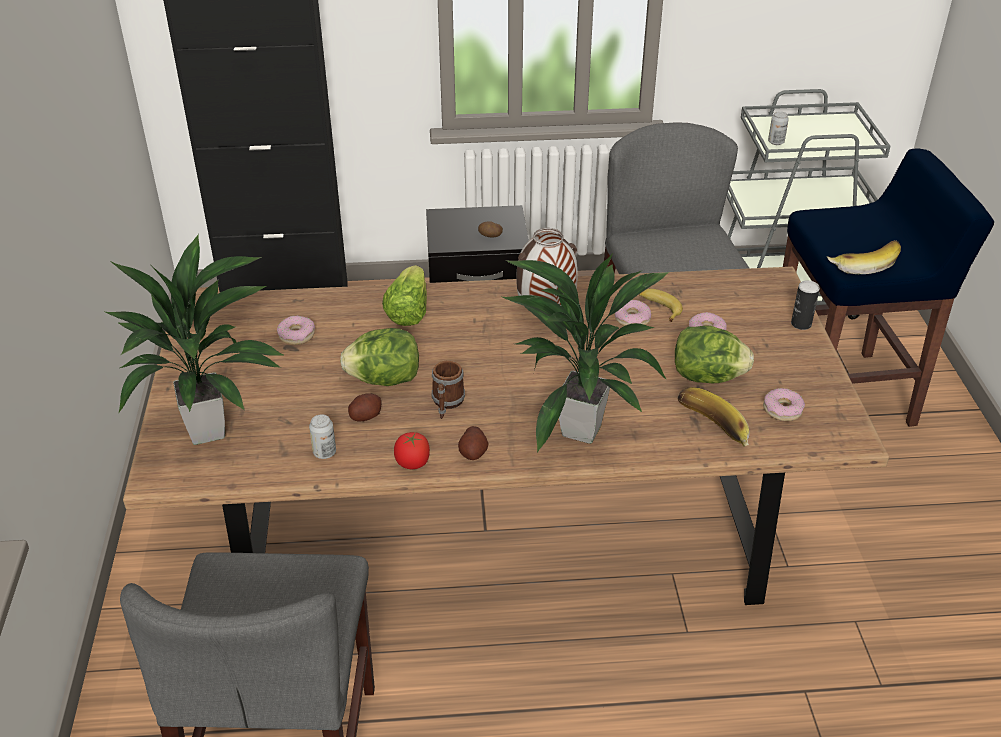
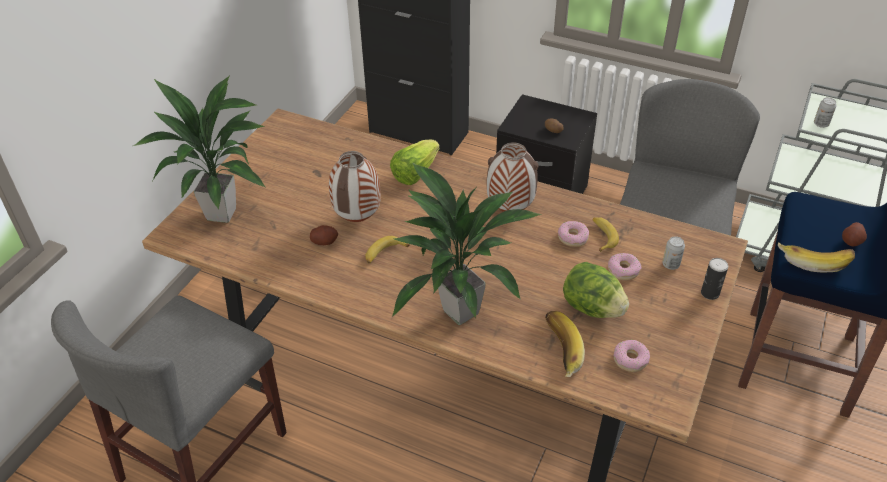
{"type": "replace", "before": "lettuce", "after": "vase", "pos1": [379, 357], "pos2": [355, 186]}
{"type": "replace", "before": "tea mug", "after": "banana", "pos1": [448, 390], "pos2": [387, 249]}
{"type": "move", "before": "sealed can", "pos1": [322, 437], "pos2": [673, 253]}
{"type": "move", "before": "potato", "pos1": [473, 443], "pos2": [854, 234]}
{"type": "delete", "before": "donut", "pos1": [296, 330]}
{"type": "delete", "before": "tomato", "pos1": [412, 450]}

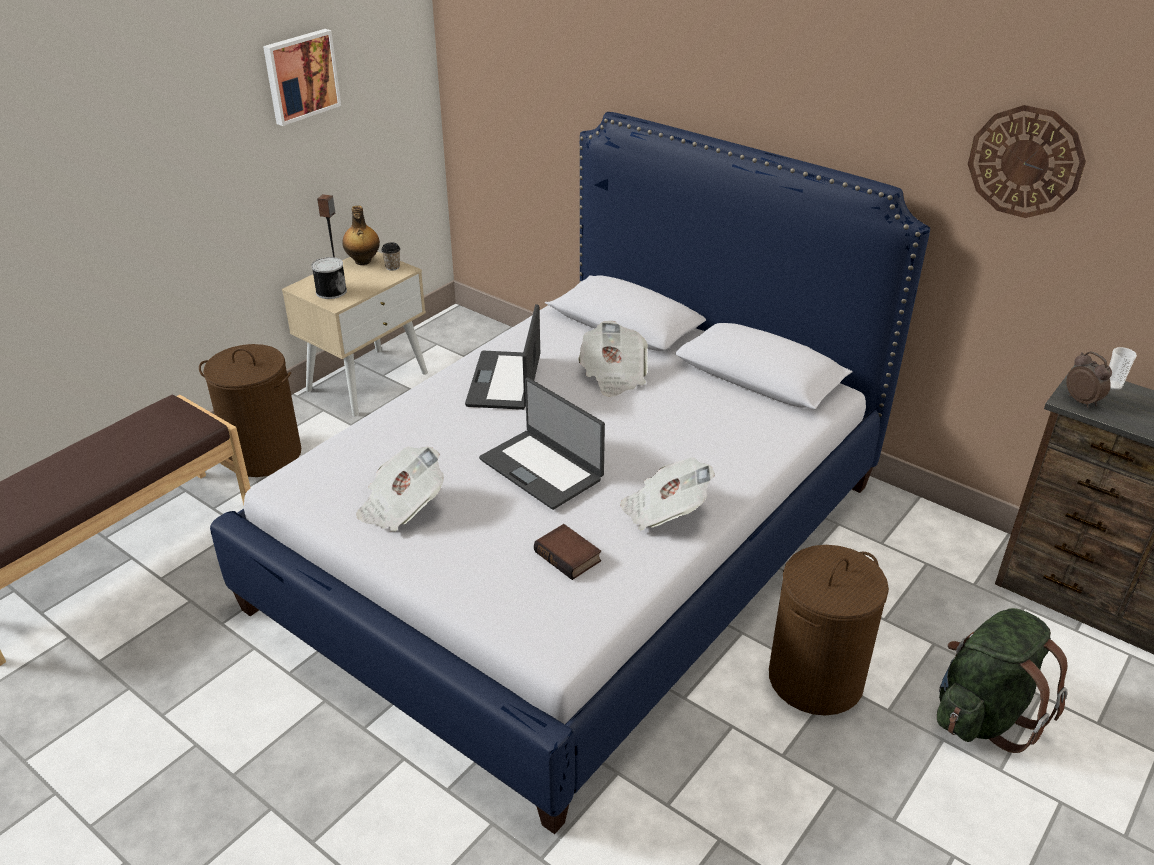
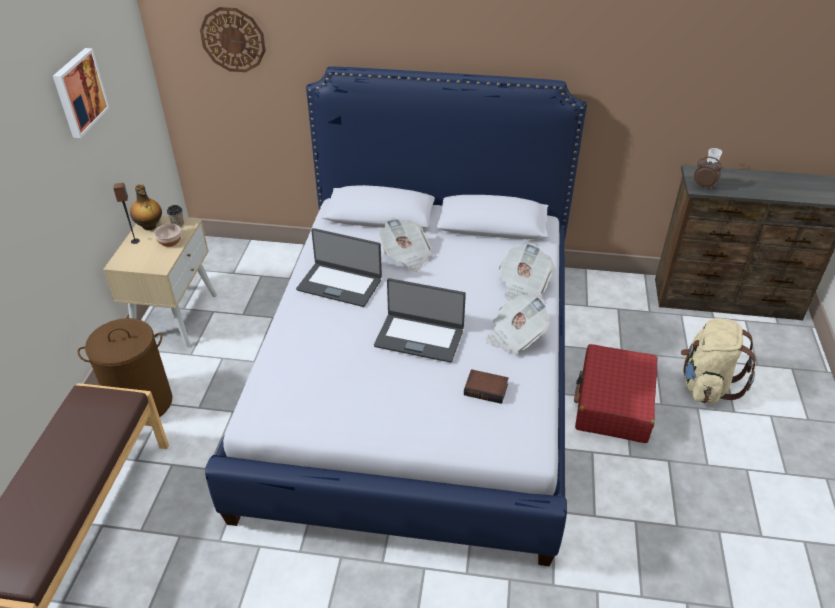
{"type": "insert", "after": "bowl", "pos2": [167, 235]}
{"type": "move", "before": "clock on the wall", "pos1": [1027, 161], "pos2": [233, 39]}
{"type": "rotate", "before": "notebook computer", "pos1": [502, 357], "pos2": [339, 267], "turn": -45}
{"type": "move", "before": "daily paper", "pos1": [400, 489], "pos2": [526, 272]}
{"type": "replace", "before": "laundry basket/brownish", "after": "travel case/red-coloured", "pos1": [829, 630], "pos2": [616, 393]}
{"type": "recolor", "before": "knapsack/greenish", "after": "knapsack/beige", "pos1": [1002, 680], "pos2": [718, 361]}
{"type": "delete", "before": "sealed can", "pos1": [329, 278]}

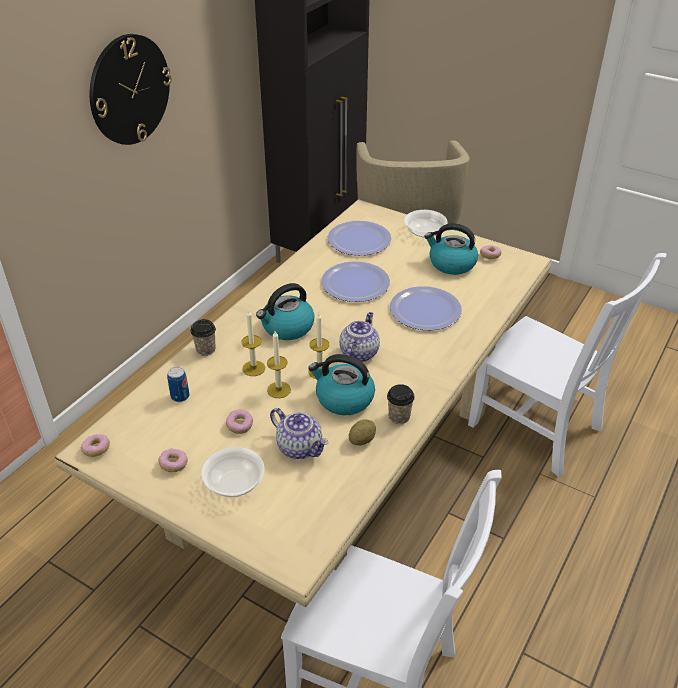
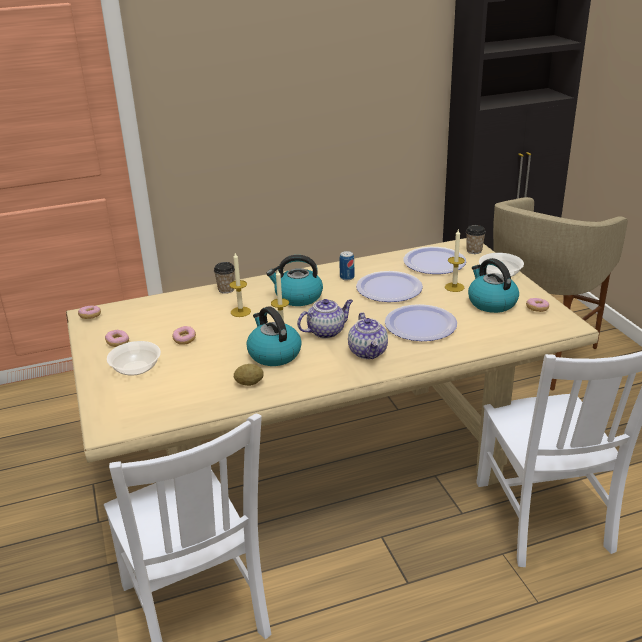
{"type": "move", "before": "sealed can", "pos1": [178, 384], "pos2": [346, 265]}
{"type": "move", "before": "teapot", "pos1": [299, 433], "pos2": [368, 335]}
{"type": "move", "before": "wax candle", "pos1": [279, 364], "pos2": [455, 261]}
{"type": "move", "before": "small cup", "pos1": [401, 404], "pos2": [476, 239]}
{"type": "delete", "before": "clock on the wall", "pos1": [131, 89]}

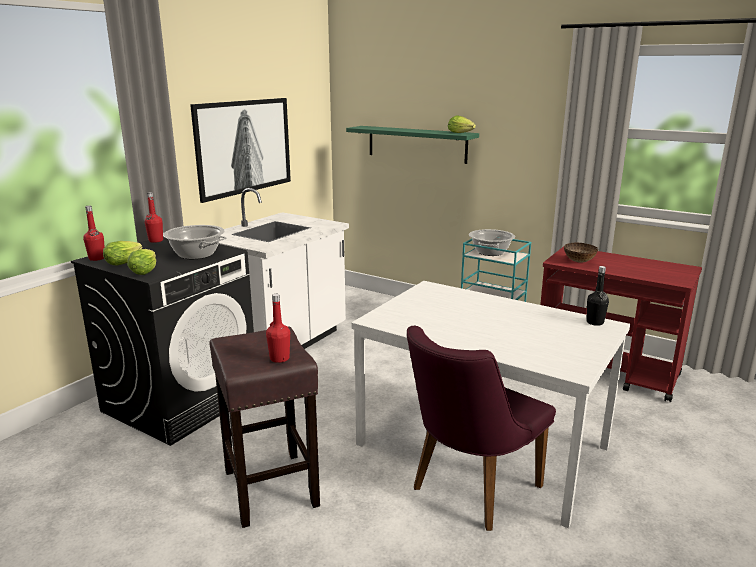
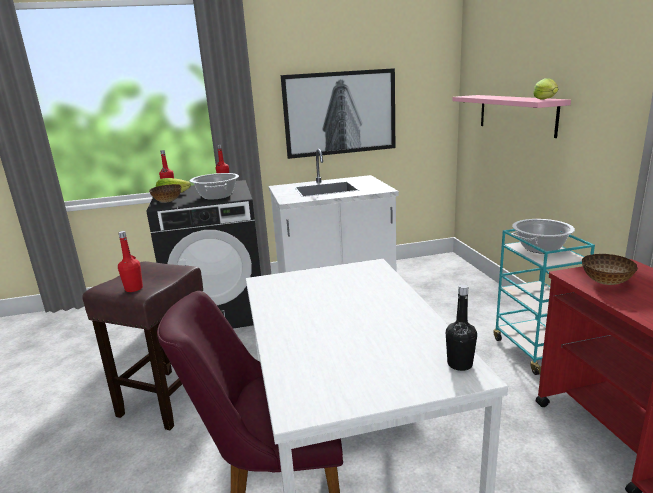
{"type": "replace", "before": "lettuce", "after": "bowl", "pos1": [141, 262], "pos2": [165, 193]}
{"type": "recolor", "before": "bracket shelf/greenish", "after": "bracket shelf/pinkish", "pos1": [412, 145], "pos2": [511, 116]}

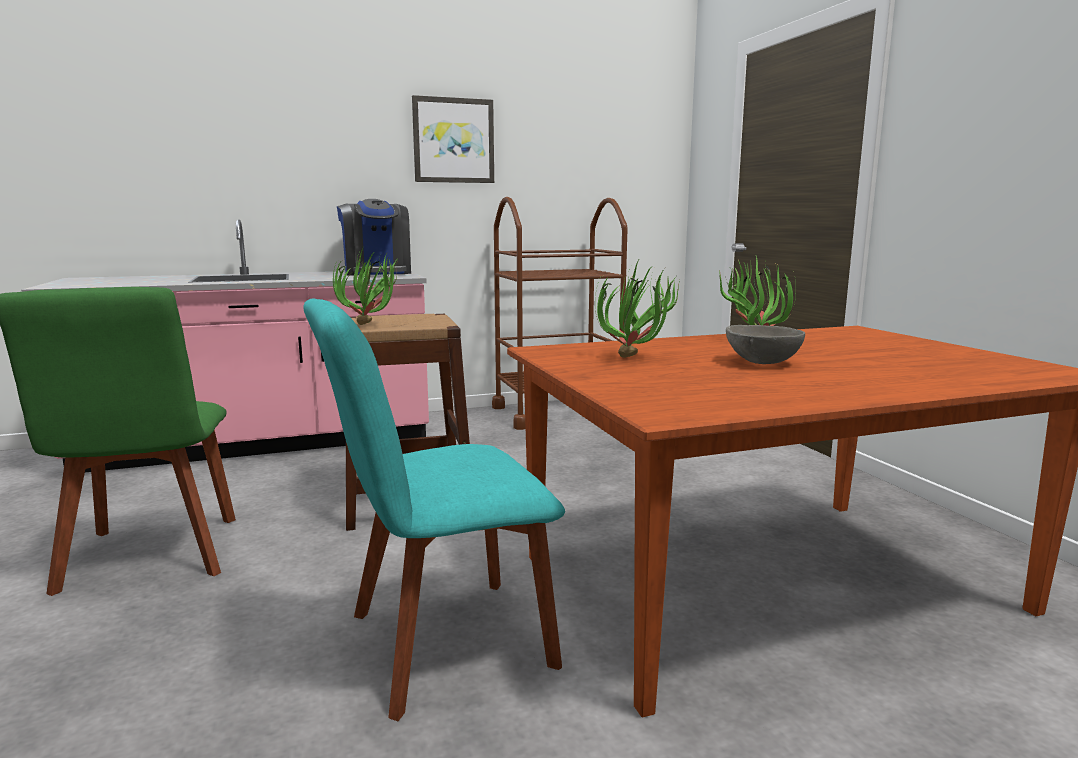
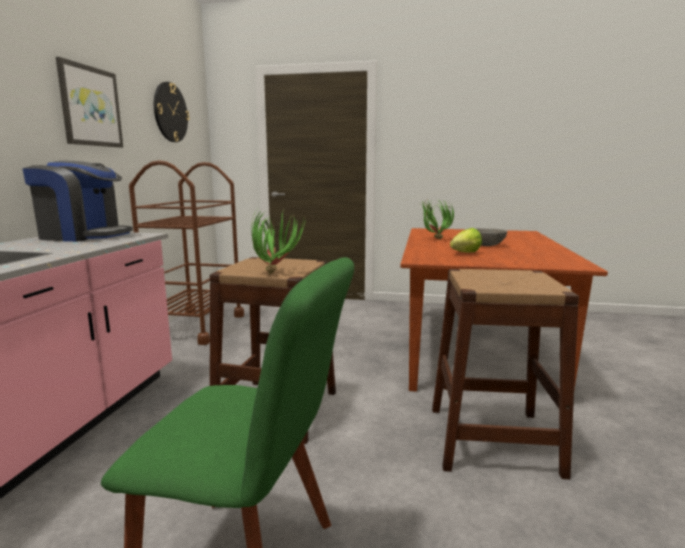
{"type": "insert", "after": "clock on the wall", "pos2": [171, 112]}
{"type": "replace", "before": "plain chair/turquoise", "after": "sitting stool/brownish", "pos1": [434, 509], "pos2": [505, 374]}
{"type": "replace", "before": "houseplant", "after": "lettuce", "pos1": [637, 309], "pos2": [466, 240]}

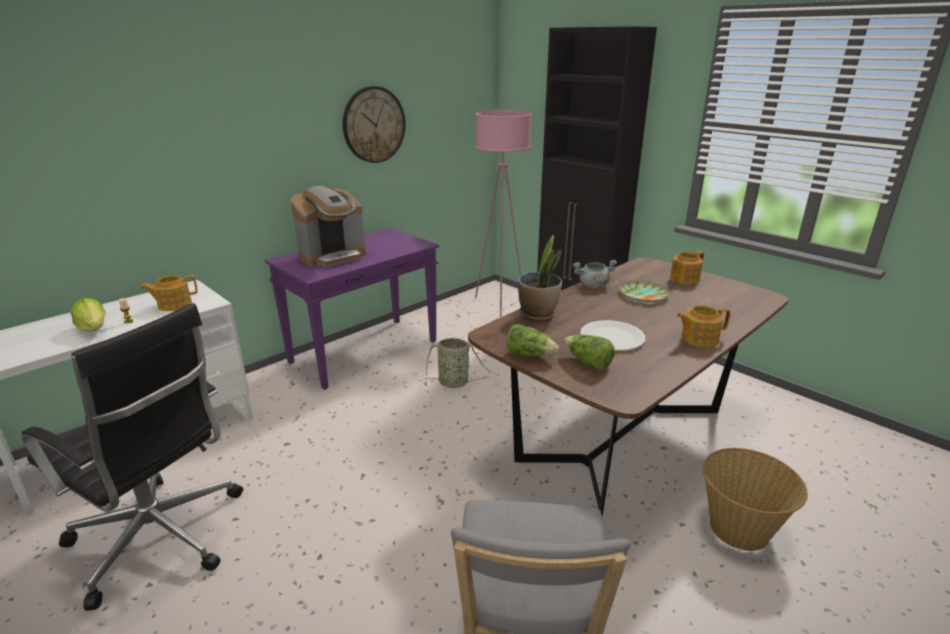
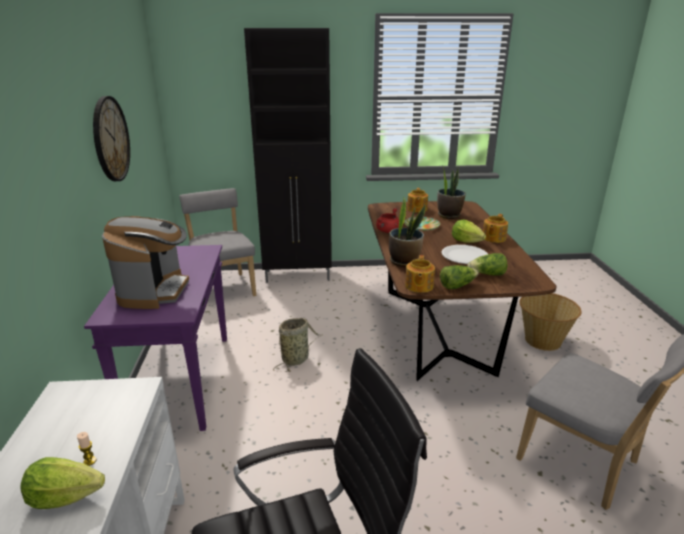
{"type": "replace", "before": "floor lamp/pinkish", "after": "plain chair/grey", "pos1": [503, 213], "pos2": [217, 247]}
{"type": "recolor", "before": "saucepot/grey", "after": "saucepot/red-coloured", "pos1": [594, 274], "pos2": [387, 220]}
{"type": "move", "before": "teapot", "pos1": [169, 293], "pos2": [420, 274]}
{"type": "insert", "after": "houseplant", "pos2": [451, 193]}
{"type": "insert", "after": "lettuce", "pos2": [469, 231]}

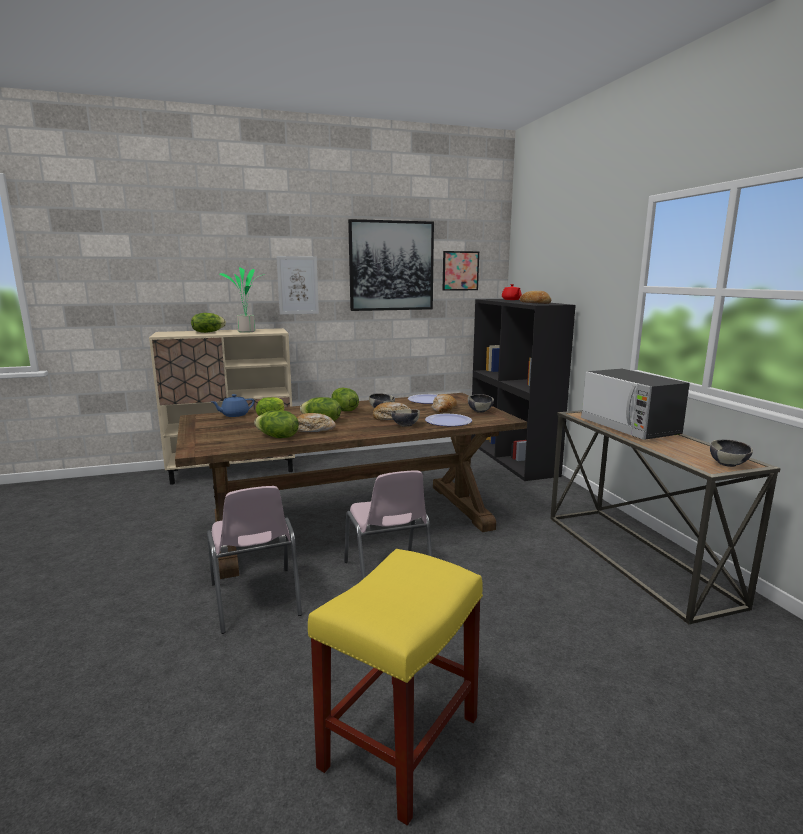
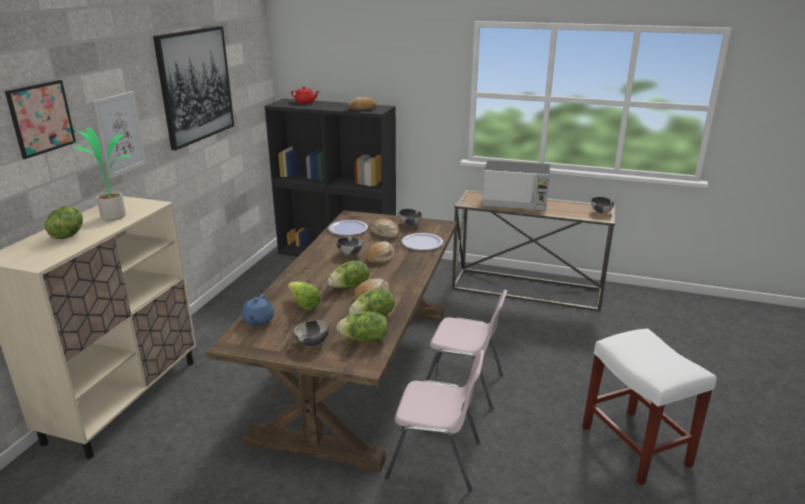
{"type": "move", "before": "wall art", "pos1": [461, 271], "pos2": [40, 119]}
{"type": "move", "before": "bowl", "pos1": [405, 418], "pos2": [311, 333]}
{"type": "move", "before": "lettuce", "pos1": [345, 399], "pos2": [362, 326]}
{"type": "recolor", "before": "sitting stool/yellow", "after": "sitting stool/whitish", "pos1": [395, 687], "pos2": [649, 406]}

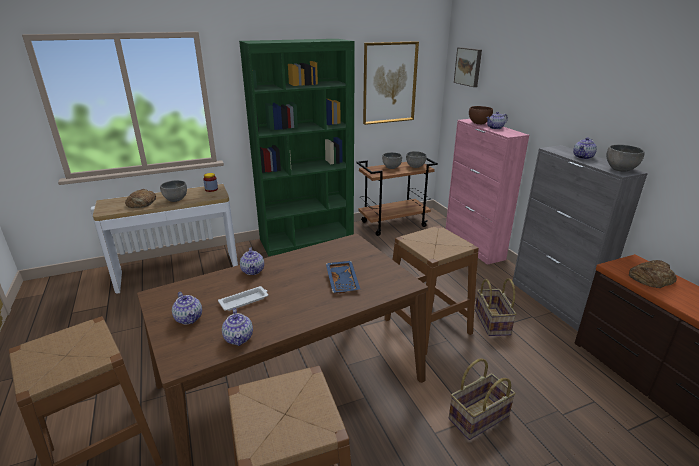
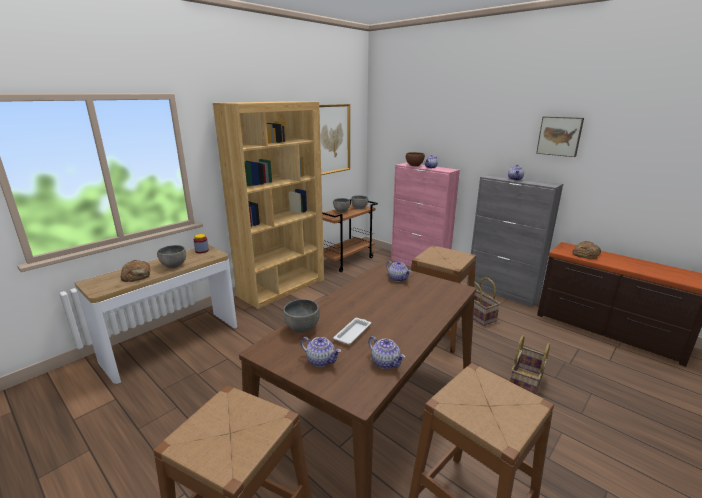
{"type": "recolor", "before": "shelving unit/greenish", "after": "shelving unit/brownish", "pos1": [297, 147], "pos2": [268, 205]}
{"type": "move", "before": "bowl/grey", "pos1": [626, 158], "pos2": [301, 316]}
{"type": "move", "before": "teapot", "pos1": [252, 261], "pos2": [398, 271]}
{"type": "move", "before": "wall art", "pos1": [468, 67], "pos2": [560, 136]}
{"type": "delete", "before": "carrying tray/bluish", "pos1": [343, 277]}

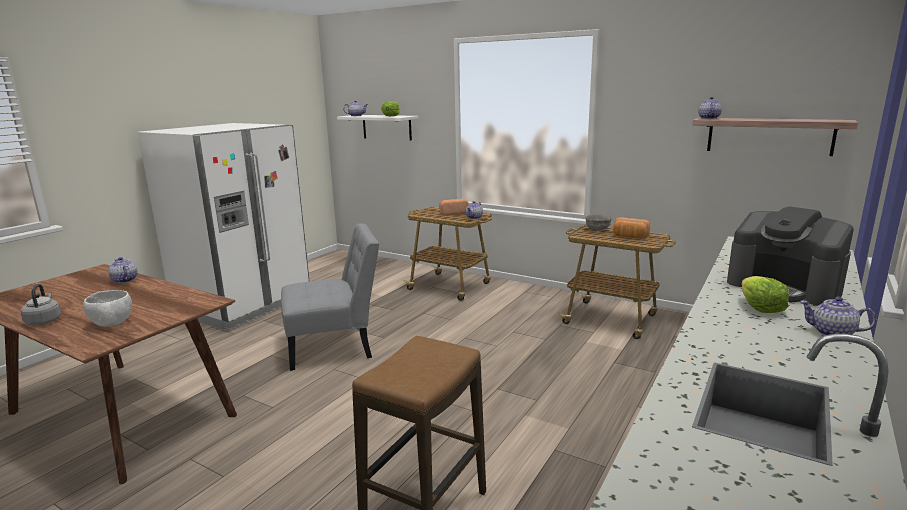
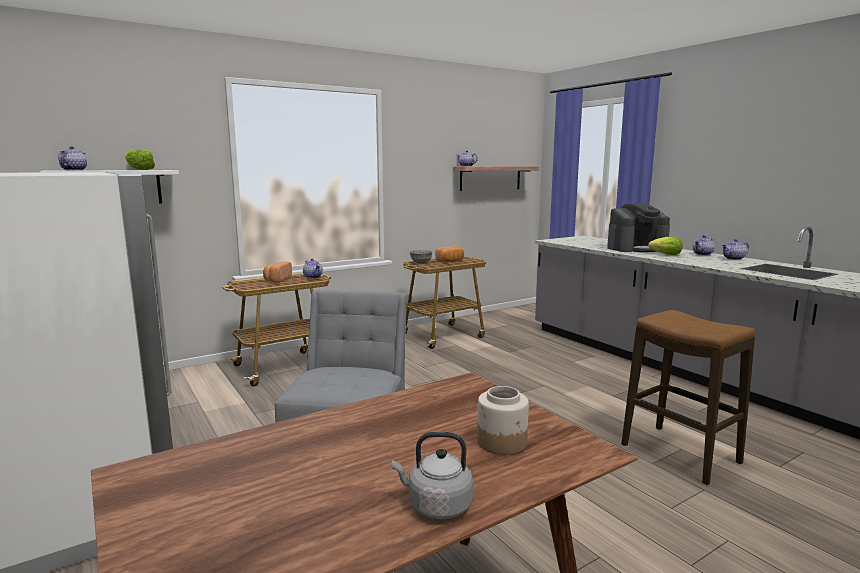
{"type": "replace", "before": "bowl/whitish", "after": "jar", "pos1": [107, 308], "pos2": [503, 420]}
{"type": "move", "before": "teapot", "pos1": [122, 270], "pos2": [735, 249]}

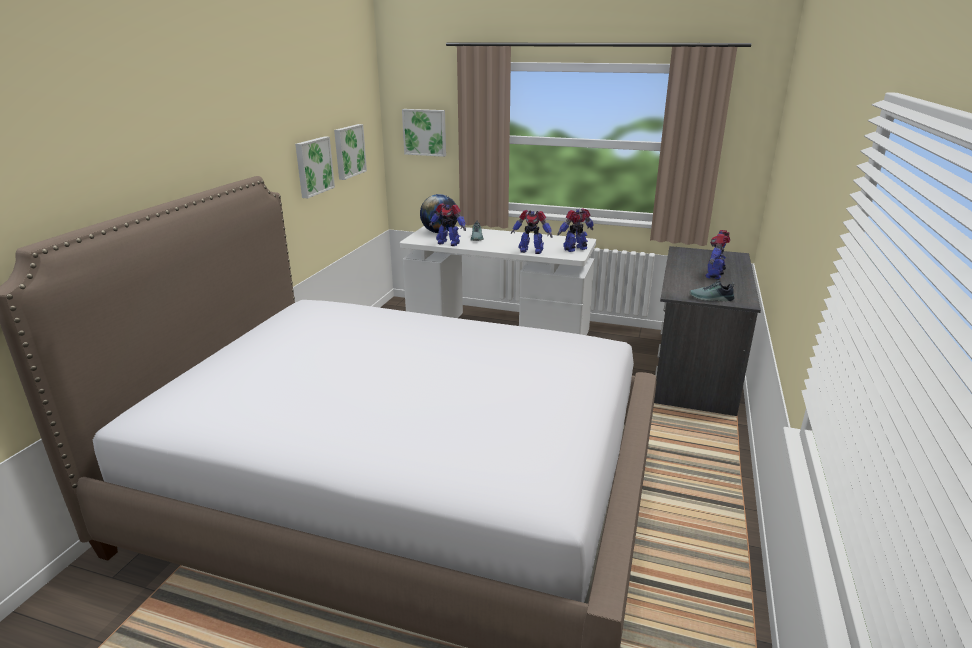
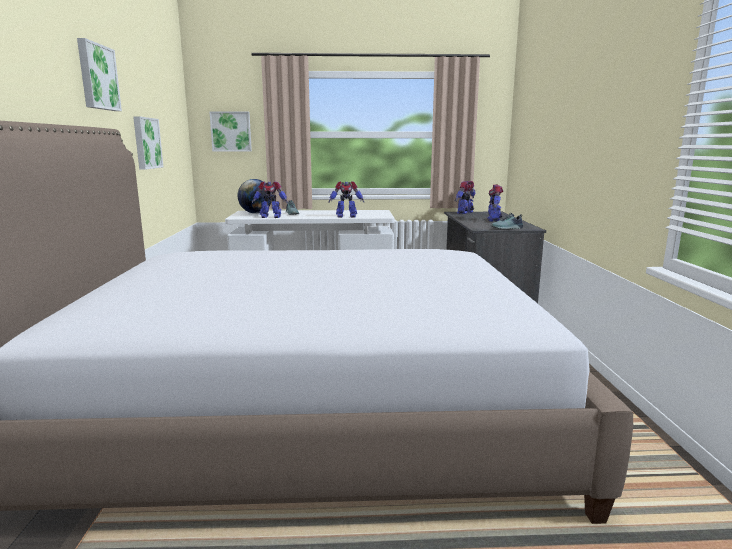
{"type": "move", "before": "wall art", "pos1": [350, 152], "pos2": [99, 74]}
{"type": "move", "before": "toy robot", "pos1": [575, 230], "pos2": [465, 197]}

